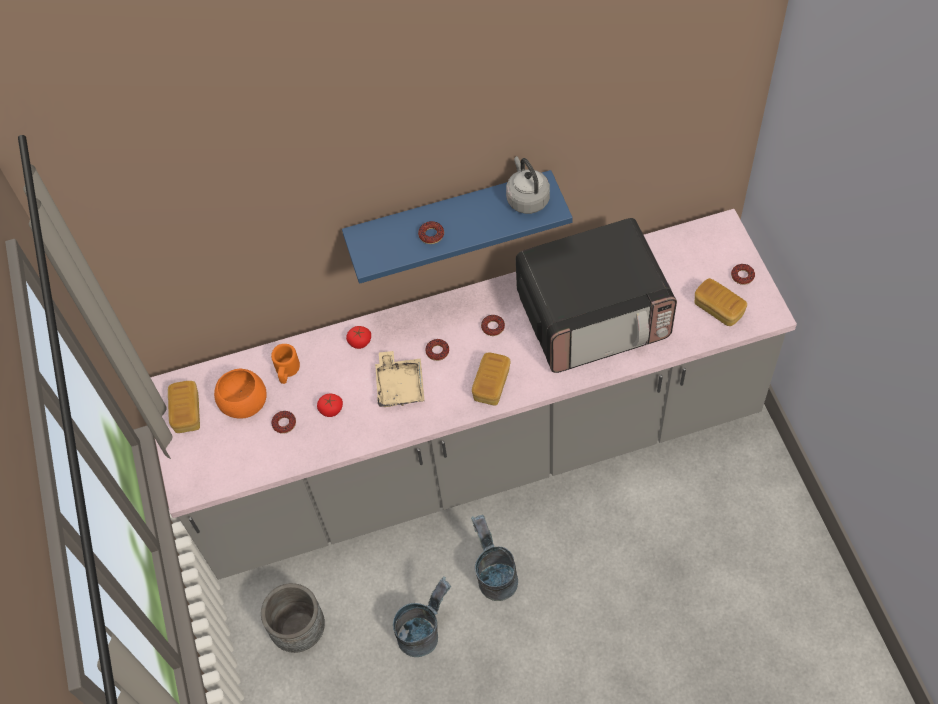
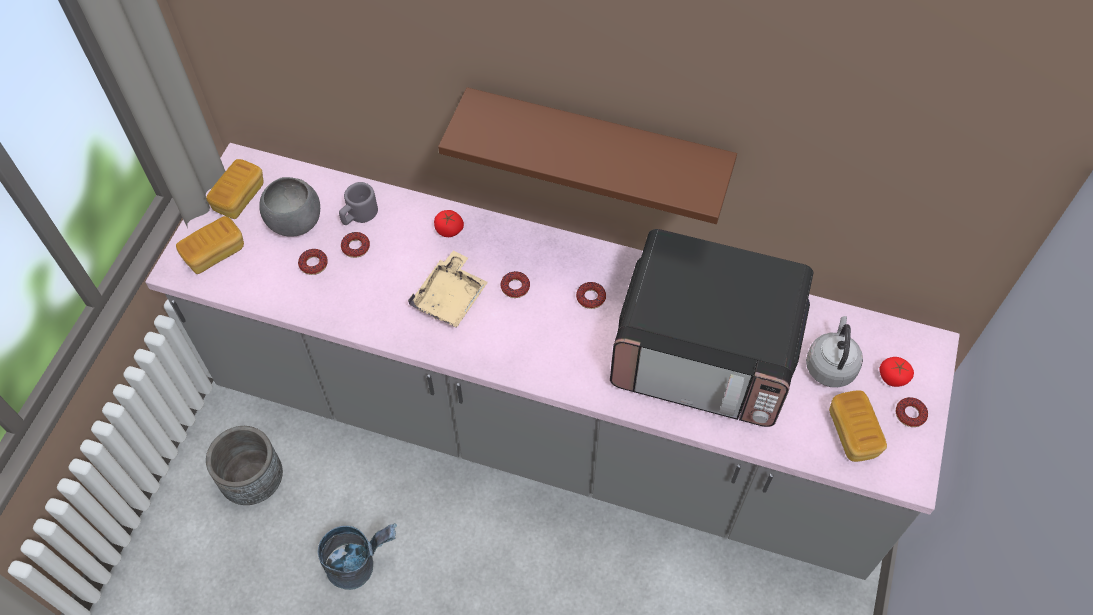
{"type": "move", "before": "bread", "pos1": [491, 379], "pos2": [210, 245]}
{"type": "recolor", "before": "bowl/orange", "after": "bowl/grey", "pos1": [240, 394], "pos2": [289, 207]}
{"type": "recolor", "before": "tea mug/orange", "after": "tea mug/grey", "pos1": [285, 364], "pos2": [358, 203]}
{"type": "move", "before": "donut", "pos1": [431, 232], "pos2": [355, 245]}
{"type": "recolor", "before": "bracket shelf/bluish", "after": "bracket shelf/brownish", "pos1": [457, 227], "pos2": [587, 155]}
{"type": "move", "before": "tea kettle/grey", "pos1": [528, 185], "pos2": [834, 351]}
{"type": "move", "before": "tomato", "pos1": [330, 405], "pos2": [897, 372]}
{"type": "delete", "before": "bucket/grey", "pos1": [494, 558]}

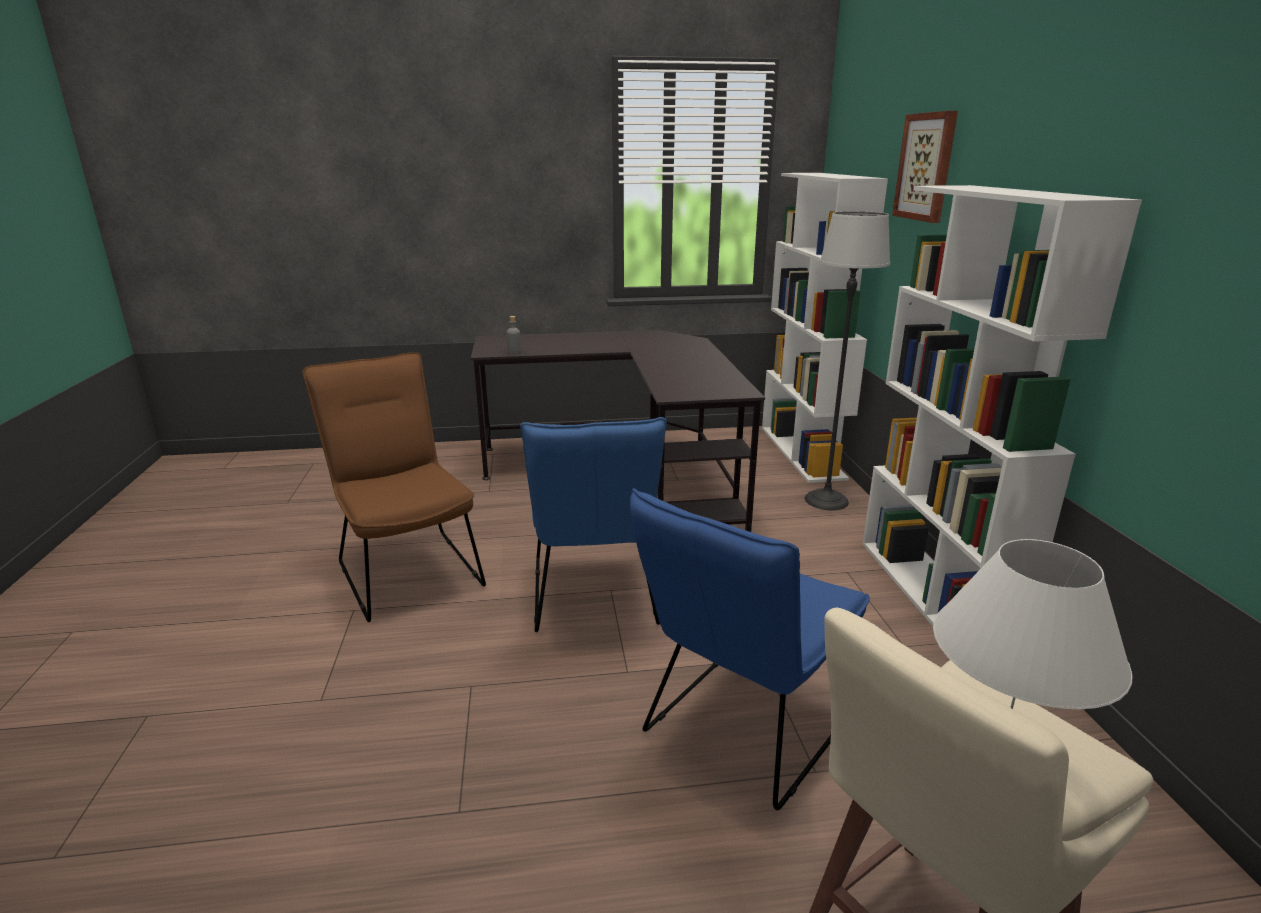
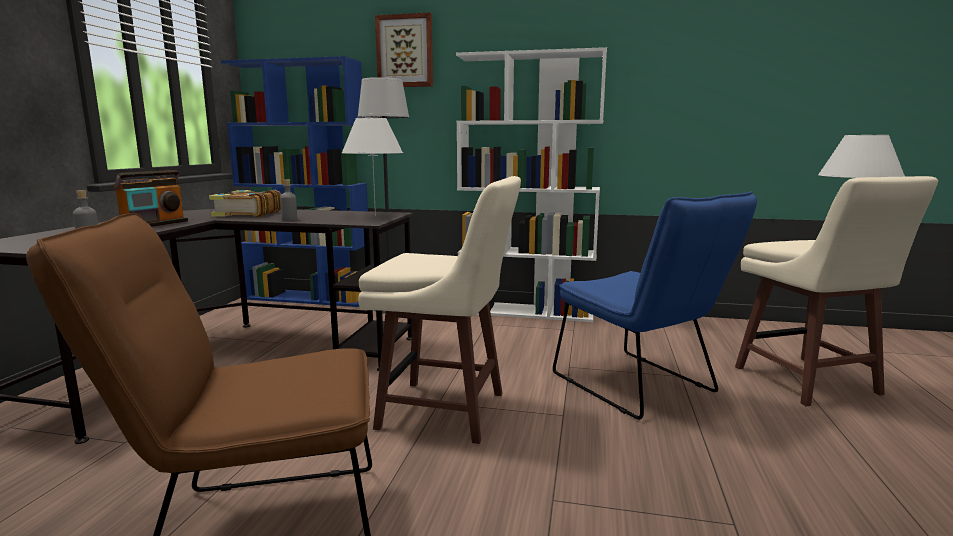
{"type": "insert", "after": "radio", "pos2": [151, 198]}
{"type": "insert", "after": "book", "pos2": [245, 203]}
{"type": "recolor", "before": "shelving unit/whitish", "after": "shelving unit/bluish", "pos1": [825, 328], "pos2": [294, 181]}
{"type": "insert", "after": "bottle/grey", "pos2": [288, 200]}
{"type": "insert", "after": "table lamp/whitish", "pos2": [372, 167]}
{"type": "replace", "before": "plain chair/bluish", "after": "sitting stool/beige", "pos1": [593, 524], "pos2": [439, 310]}

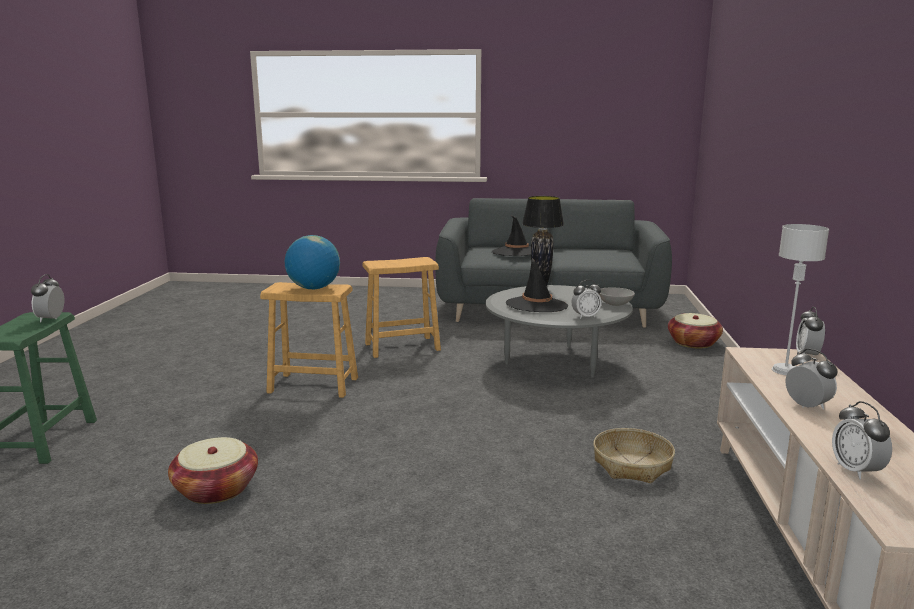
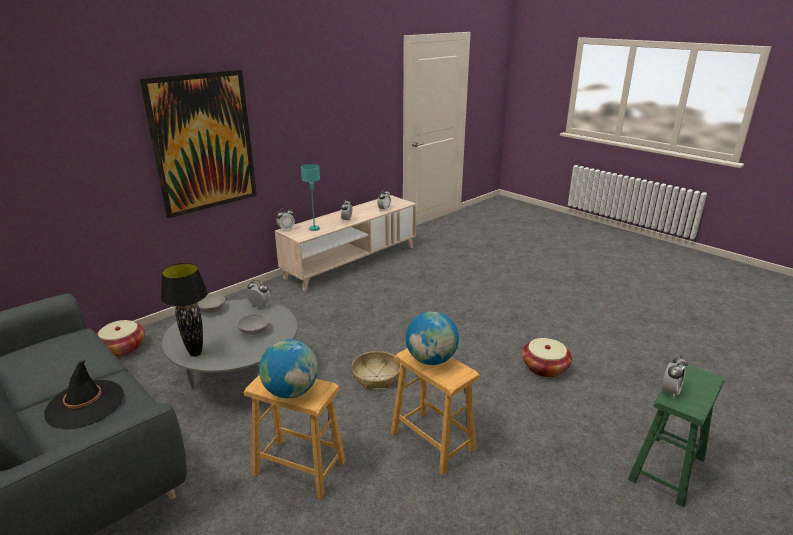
{"type": "insert", "after": "wall art", "pos2": [198, 144]}
{"type": "replace", "before": "clothing hat/black", "after": "bowl/grey", "pos1": [537, 285], "pos2": [253, 324]}
{"type": "insert", "after": "desk globe", "pos2": [288, 368]}
{"type": "recolor", "before": "table lamp/grey", "after": "table lamp/turquoise", "pos1": [800, 299], "pos2": [310, 197]}
{"type": "move", "before": "storage basket", "pos1": [634, 455], "pos2": [376, 370]}

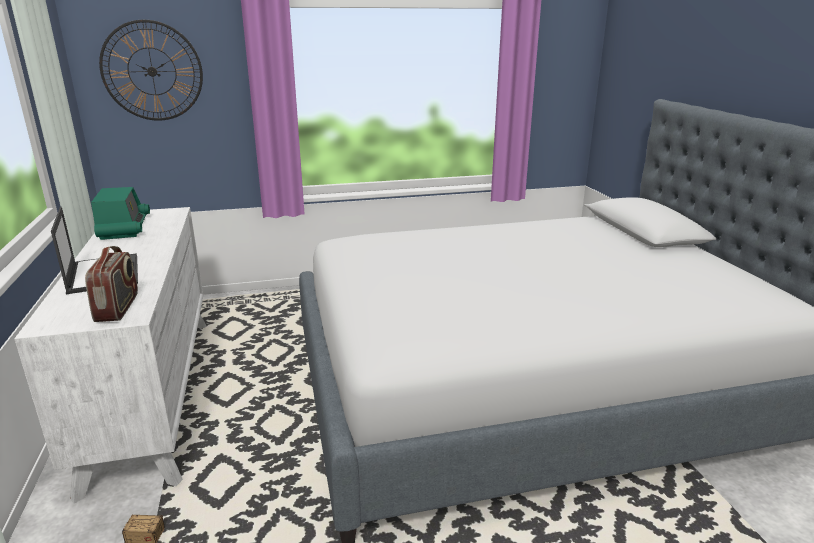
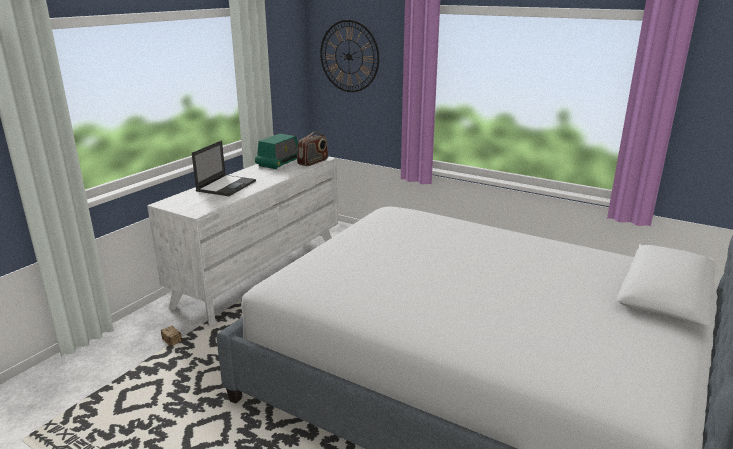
{"type": "move", "before": "radio", "pos1": [111, 284], "pos2": [312, 149]}

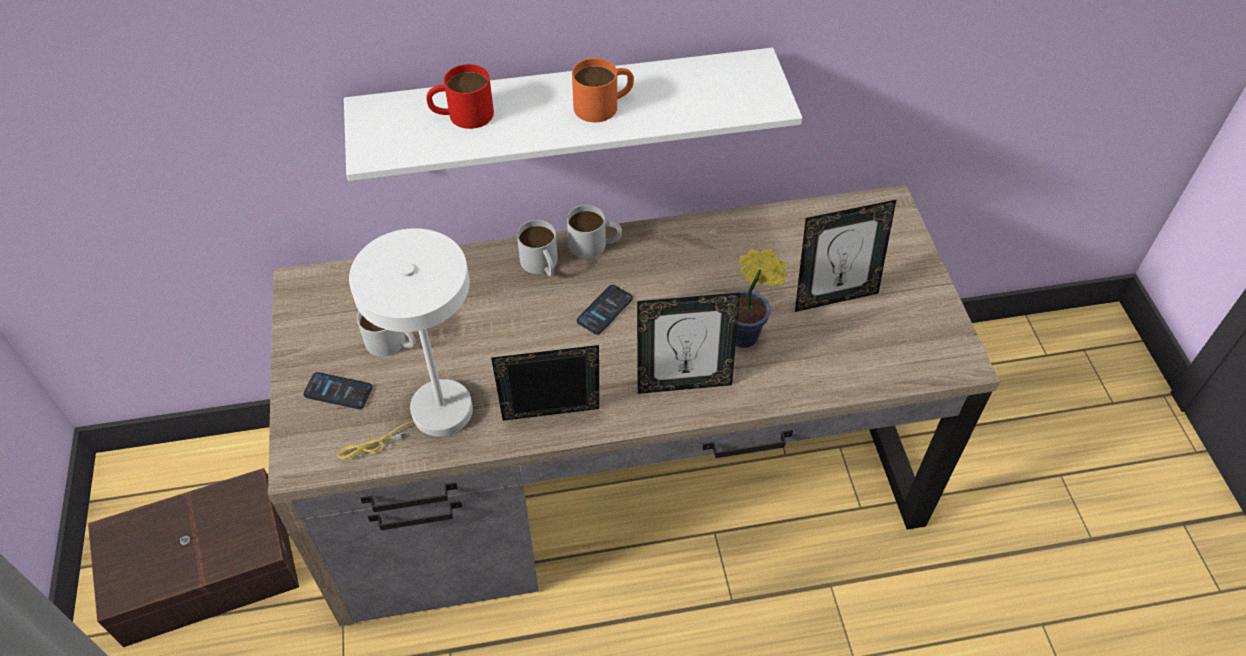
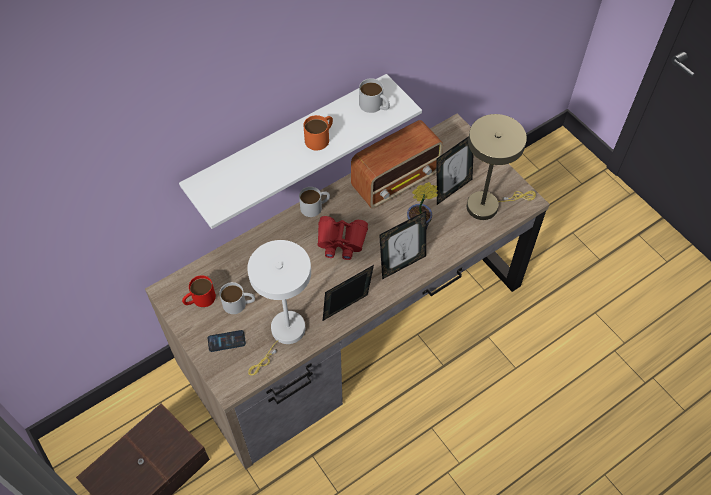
{"type": "move", "before": "tea mug/red-coloured", "pos1": [460, 96], "pos2": [199, 291]}
{"type": "replace", "before": "handset", "after": "pair of binoculars/red-coloured", "pos1": [605, 310], "pos2": [342, 238]}
{"type": "insert", "after": "radio", "pos2": [397, 164]}
{"type": "move", "before": "tea mug/whitish", "pos1": [537, 248], "pos2": [374, 95]}
{"type": "insert", "after": "table lamp/beige", "pos2": [501, 167]}

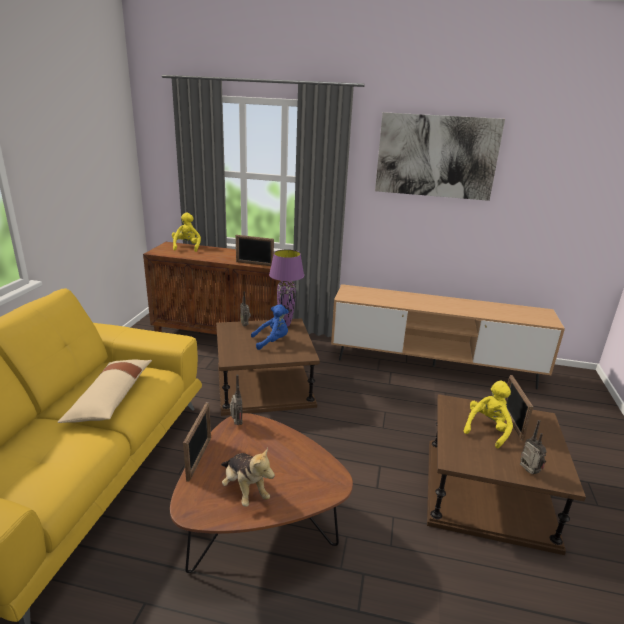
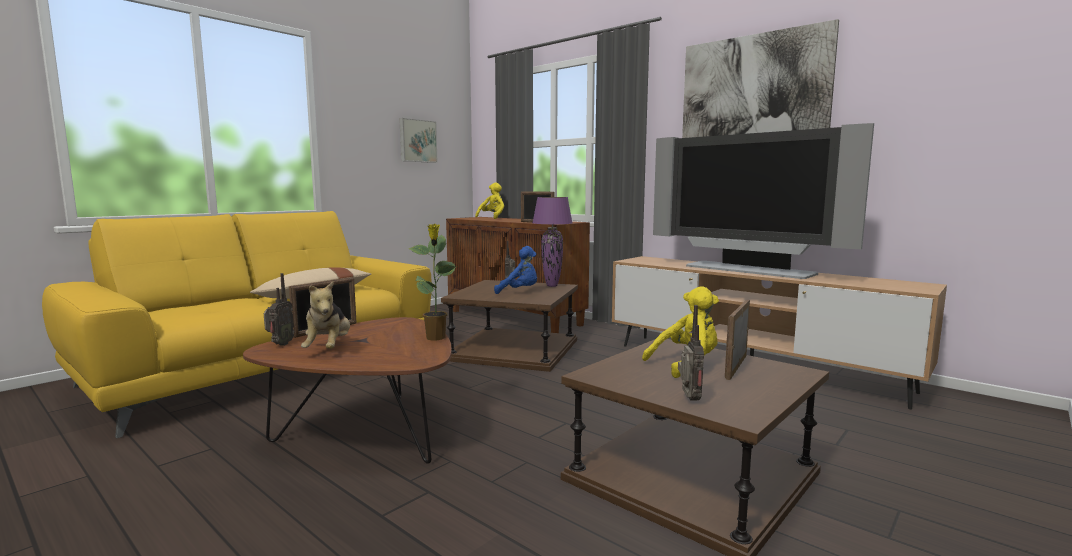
{"type": "move", "before": "radio", "pos1": [236, 400], "pos2": [279, 309]}
{"type": "insert", "after": "wall art", "pos2": [418, 140]}
{"type": "insert", "after": "houseplant", "pos2": [432, 282]}
{"type": "insert", "after": "TV", "pos2": [763, 201]}

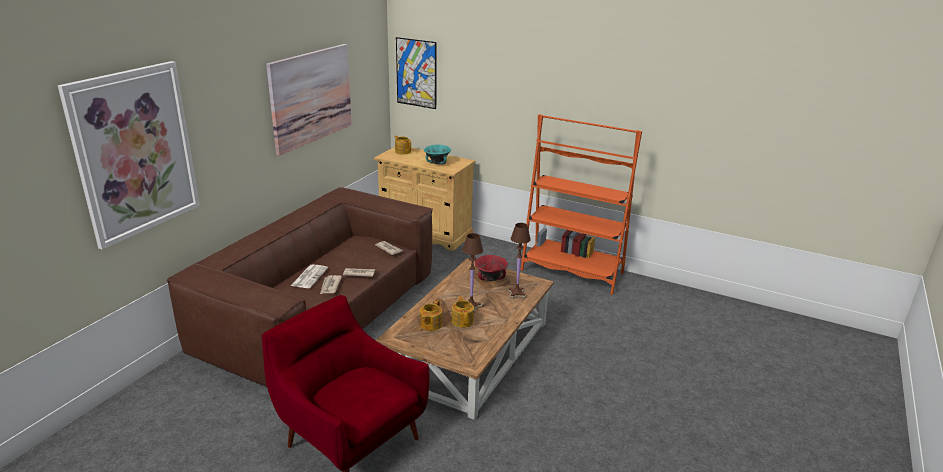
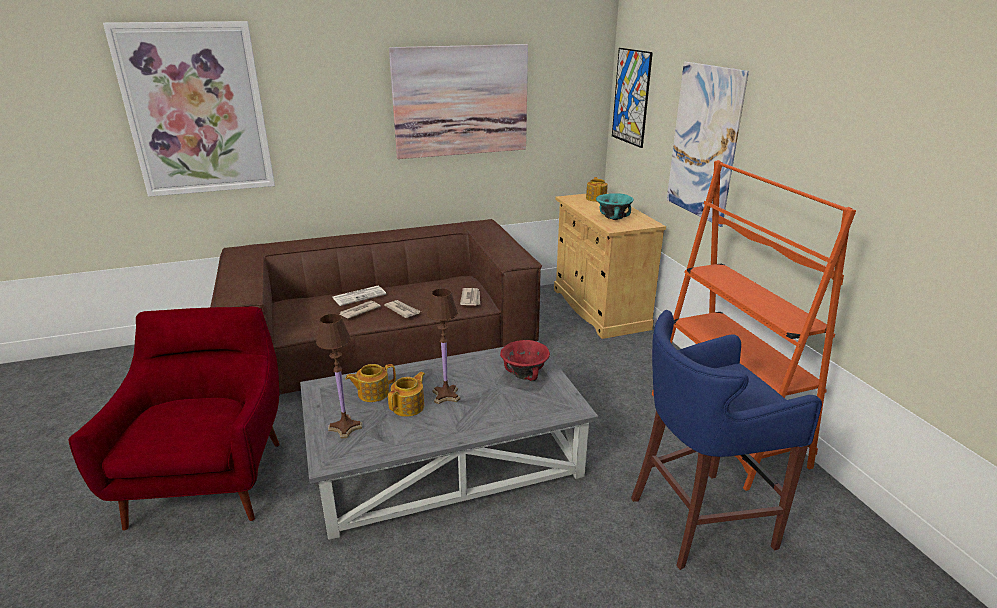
{"type": "recolor", "before": "coffee table/brownish", "after": "coffee table/grey", "pos1": [465, 339], "pos2": [449, 440]}
{"type": "move", "before": "table lamp/brownish", "pos1": [519, 261], "pos2": [339, 376]}
{"type": "insert", "after": "sitting stool/bluish", "pos2": [726, 440]}
{"type": "insert", "after": "wall art", "pos2": [708, 144]}

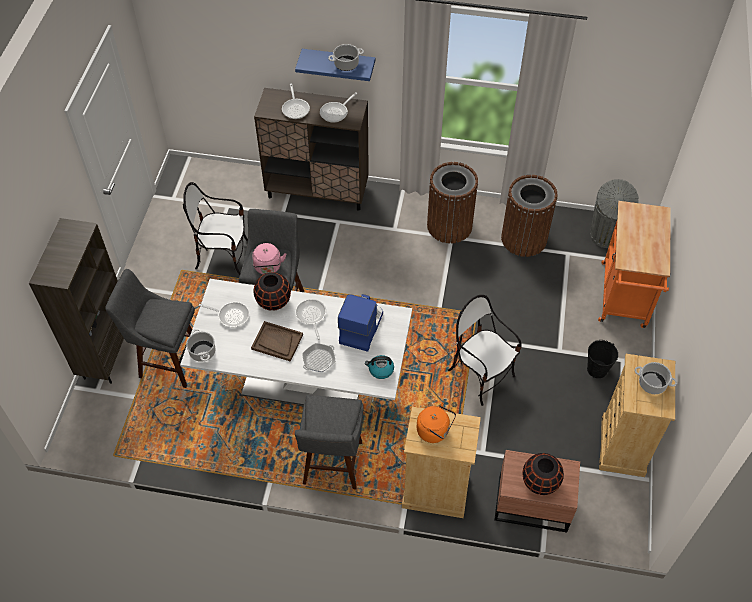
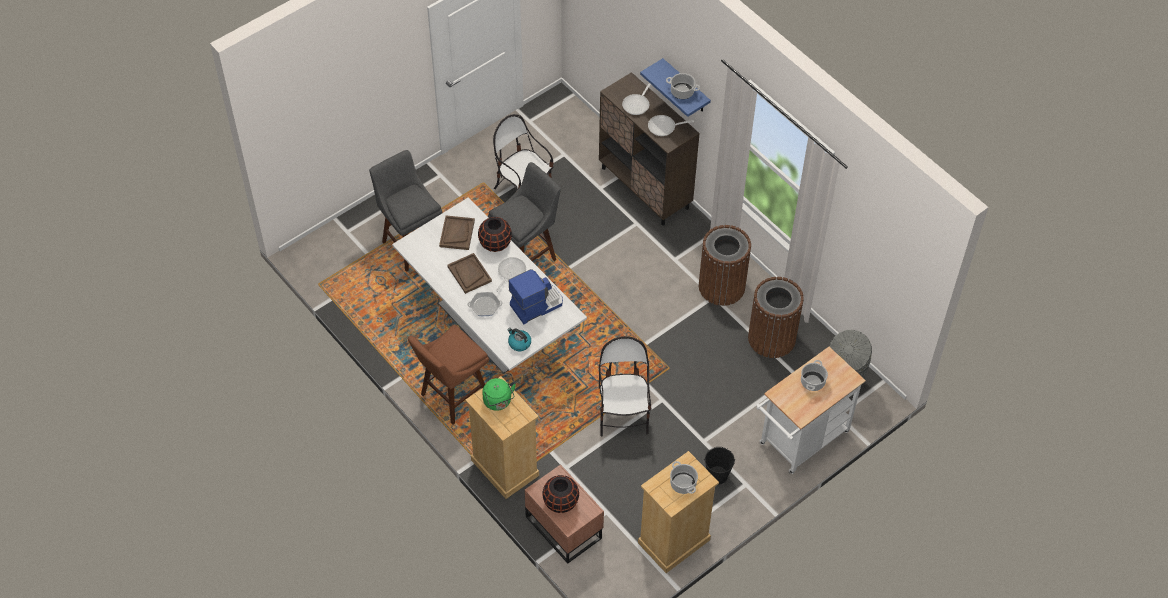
{"type": "recolor", "before": "sitting stool/grey", "after": "sitting stool/brownish", "pos1": [329, 442], "pos2": [448, 374]}
{"type": "replace", "before": "skillet", "after": "carrying tray/brownish", "pos1": [224, 314], "pos2": [457, 232]}
{"type": "recolor", "before": "tea kettle/orange", "after": "tea kettle/greenish", "pos1": [436, 422], "pos2": [499, 394]}
{"type": "recolor", "before": "wheeled cart/orange", "after": "wheeled cart/whitish", "pos1": [634, 264], "pos2": [811, 410]}
{"type": "move", "before": "saucepot", "pos1": [200, 345], "pos2": [814, 375]}
{"type": "delete", "before": "shelving unit/brownish", "pos1": [76, 301]}
{"type": "delete", "before": "tea kettle/pinkish", "pos1": [269, 258]}

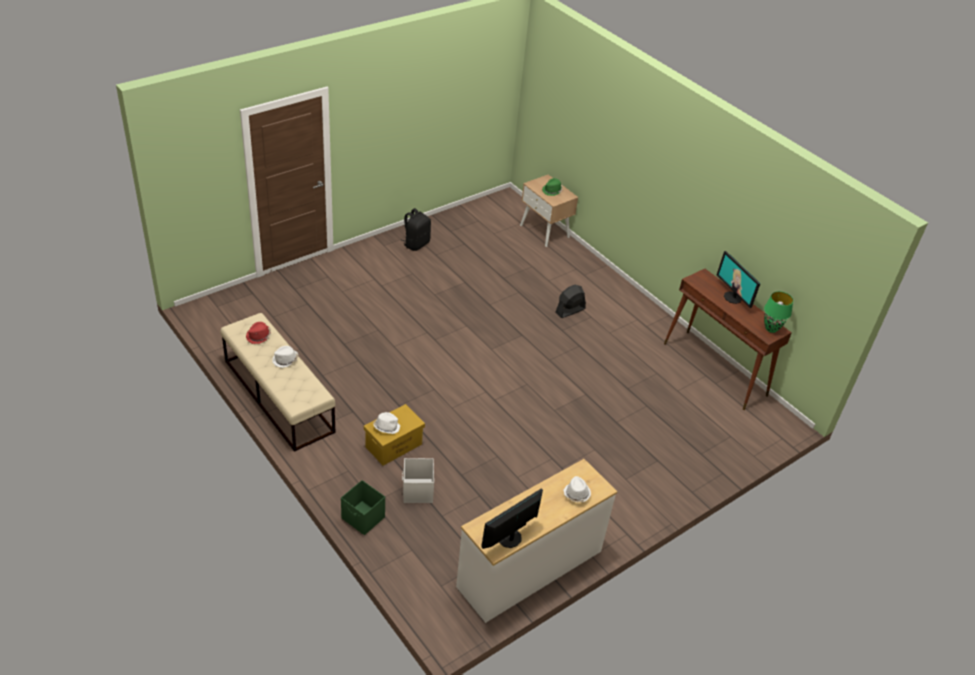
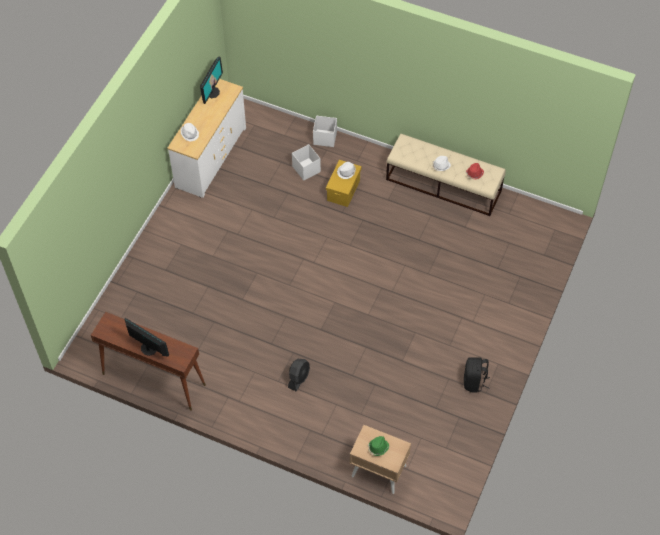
{"type": "recolor", "before": "storage box/greenish", "after": "storage box/whitish", "pos1": [363, 507], "pos2": [325, 131]}
{"type": "delete", "before": "table lamp/greenish", "pos1": [778, 312]}

